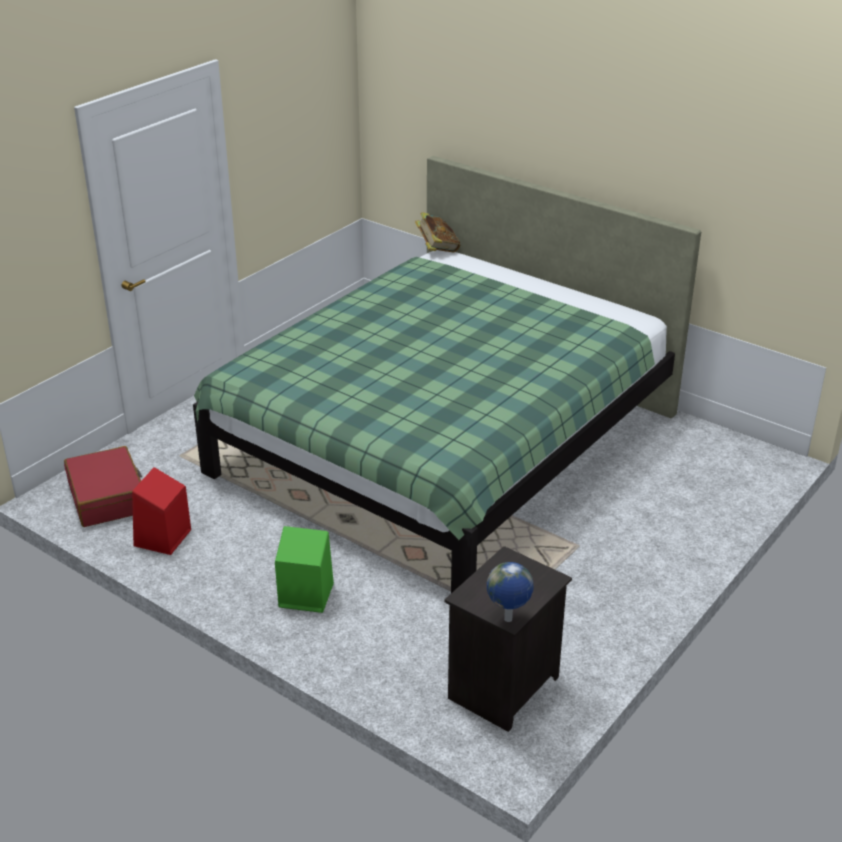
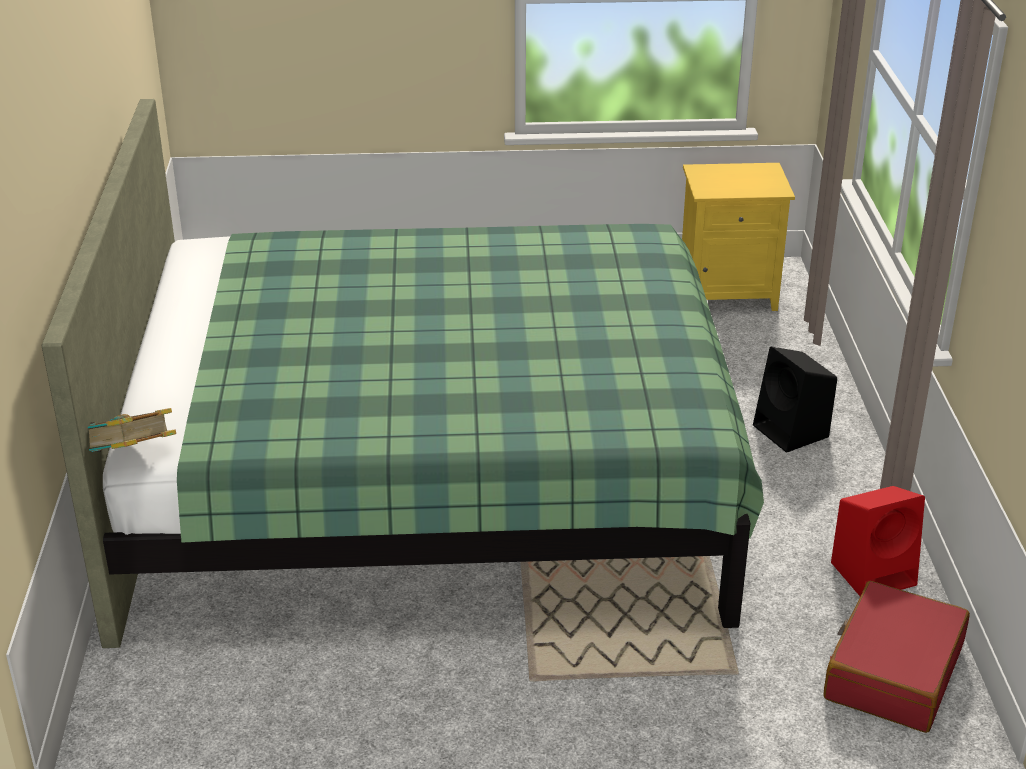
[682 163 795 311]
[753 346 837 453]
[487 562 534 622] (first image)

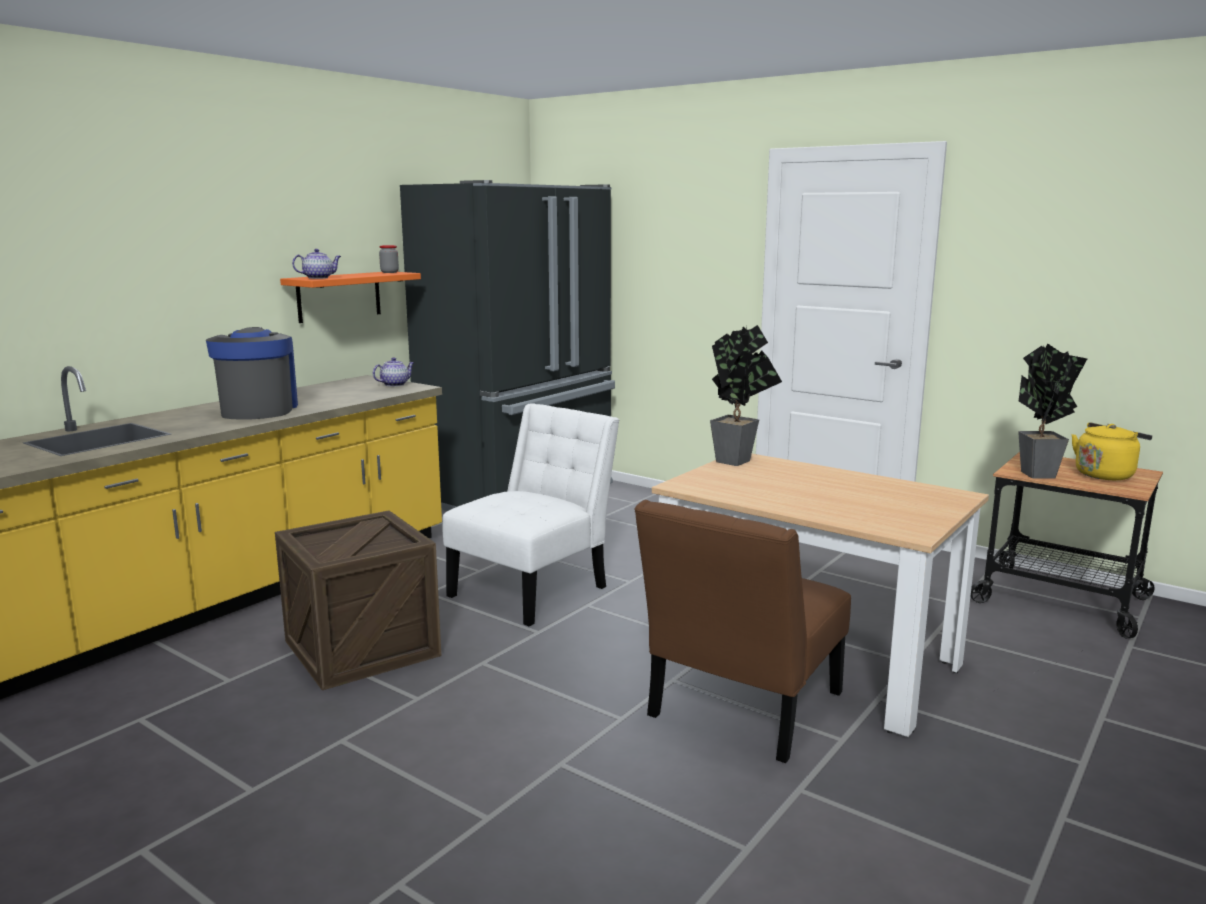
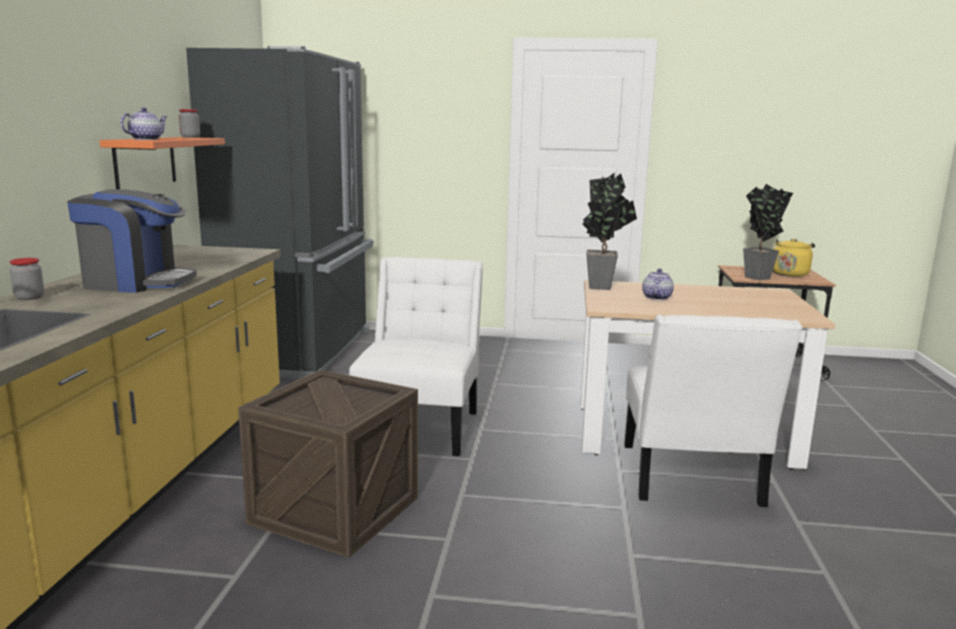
[10 258 44 300]
[67 189 197 293]
[624 315 803 507]
[642 269 674 300]

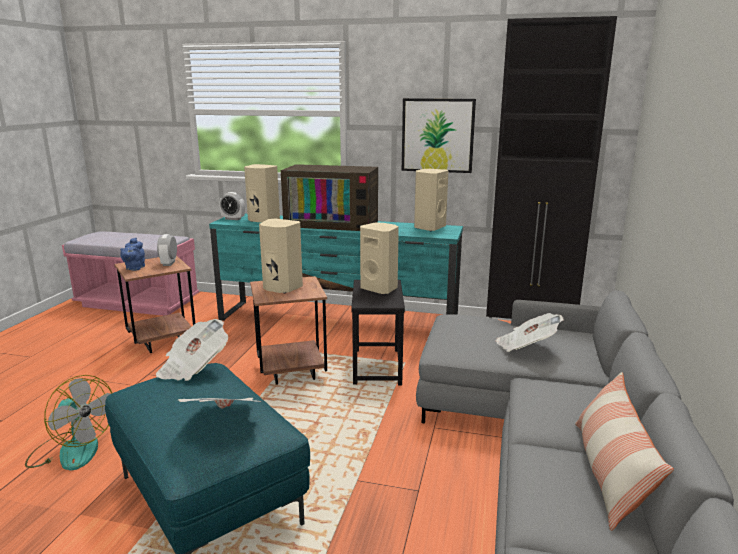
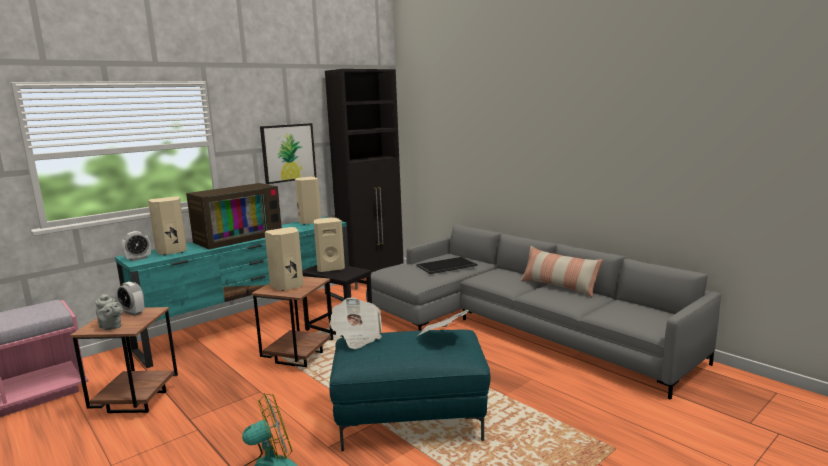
[95 294 123 330]
[417 257 477 274]

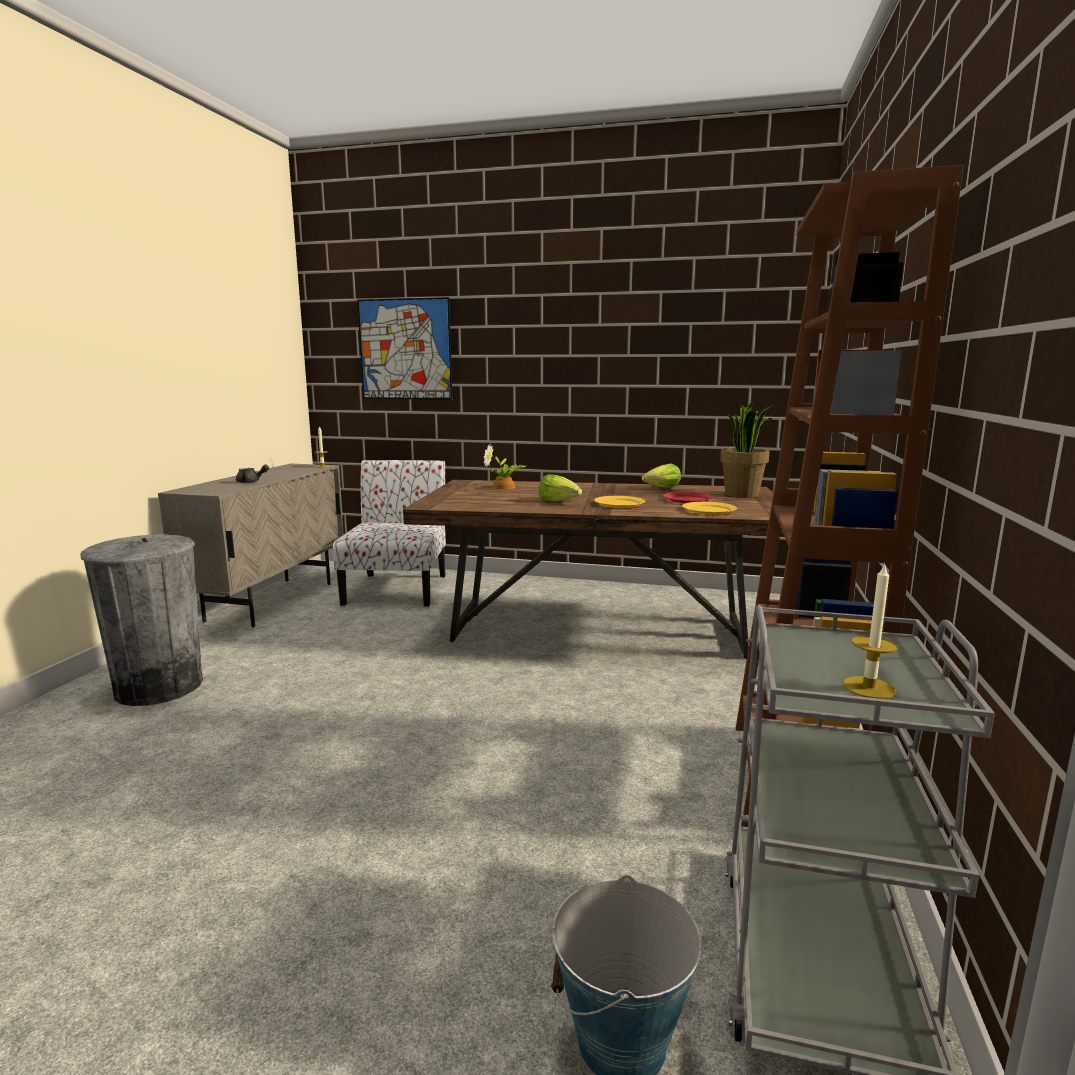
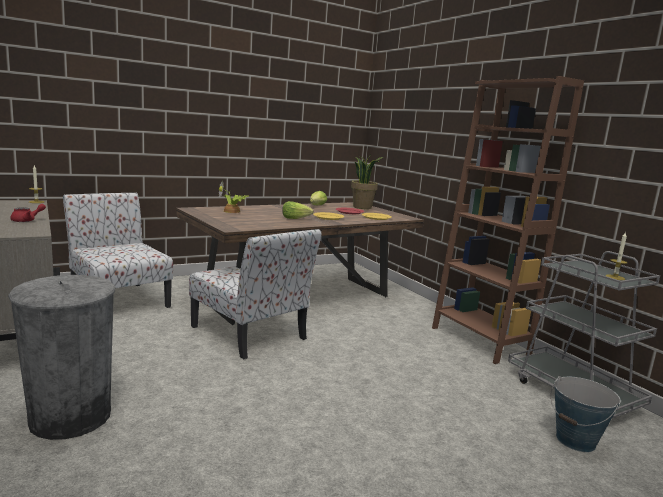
[11 204 46 222]
[189 229 322 359]
[357 297 452 400] (first image)

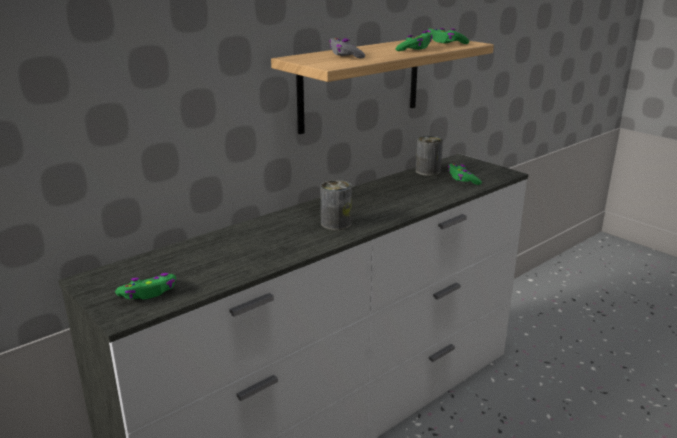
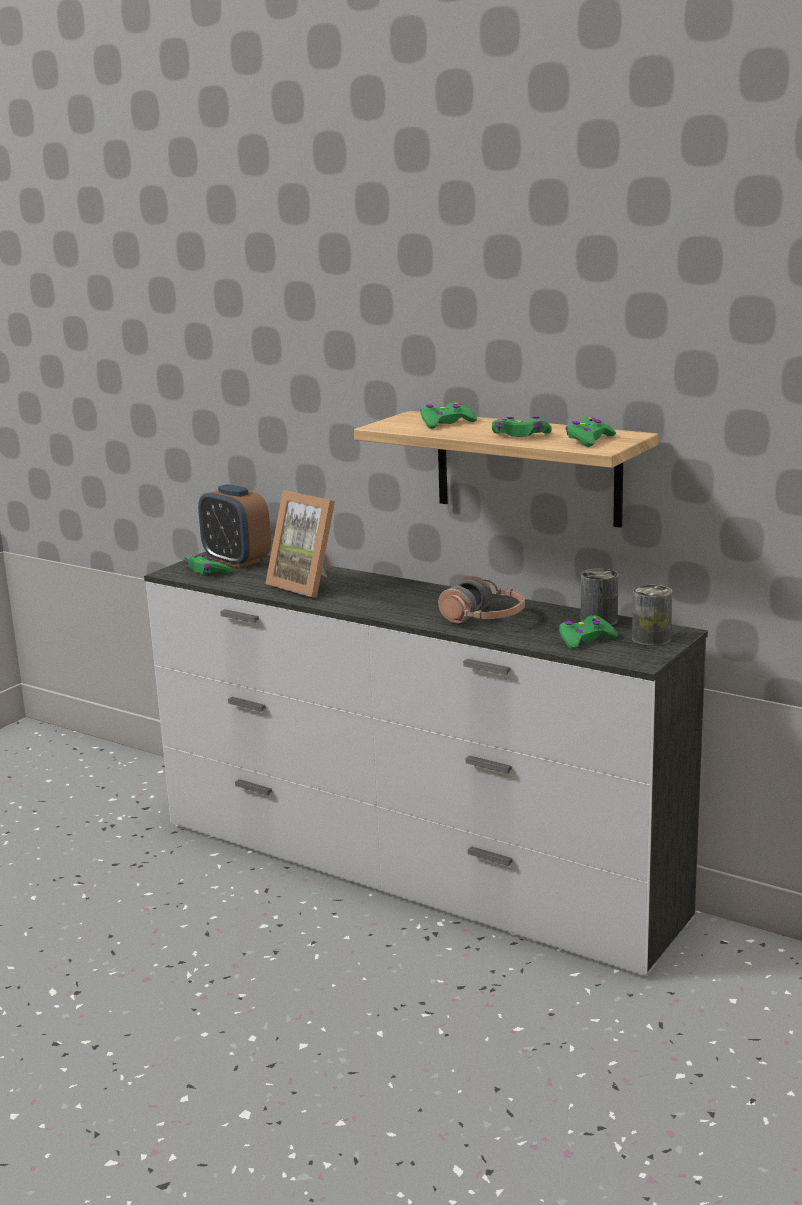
[198 484 271 568]
[265 490 335 598]
[420 402 477 429]
[438 576 525 624]
[632 585 672 646]

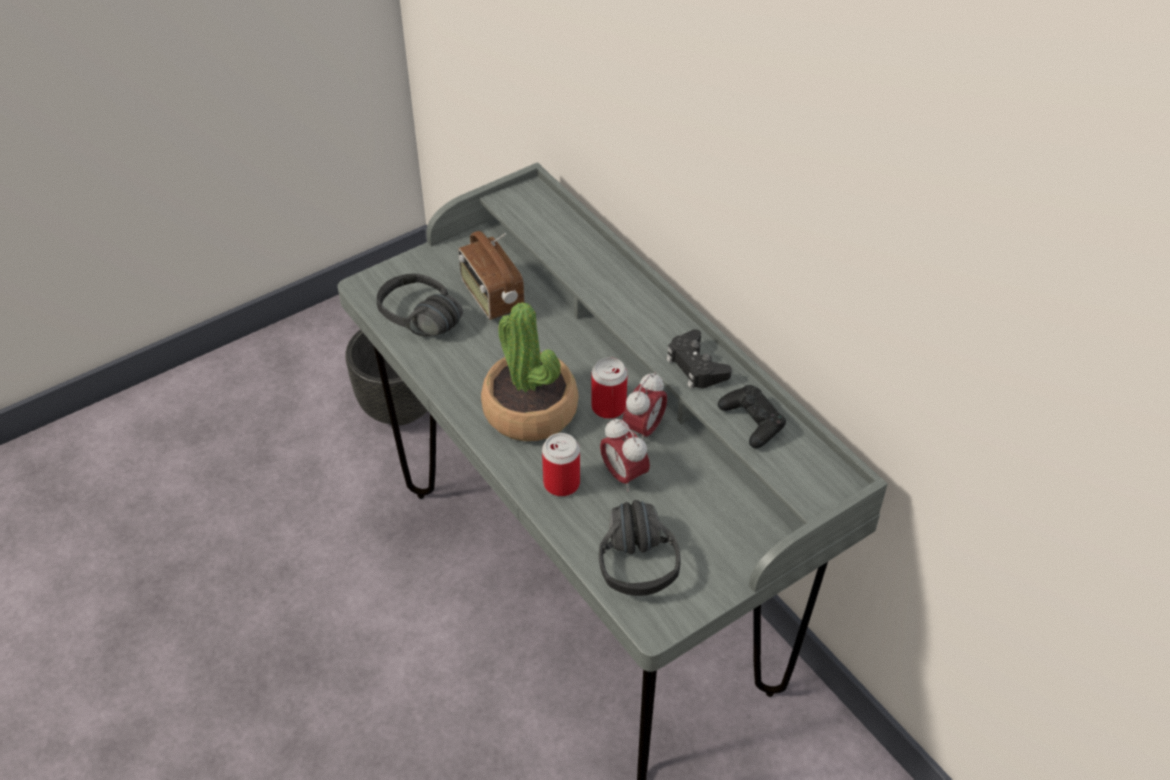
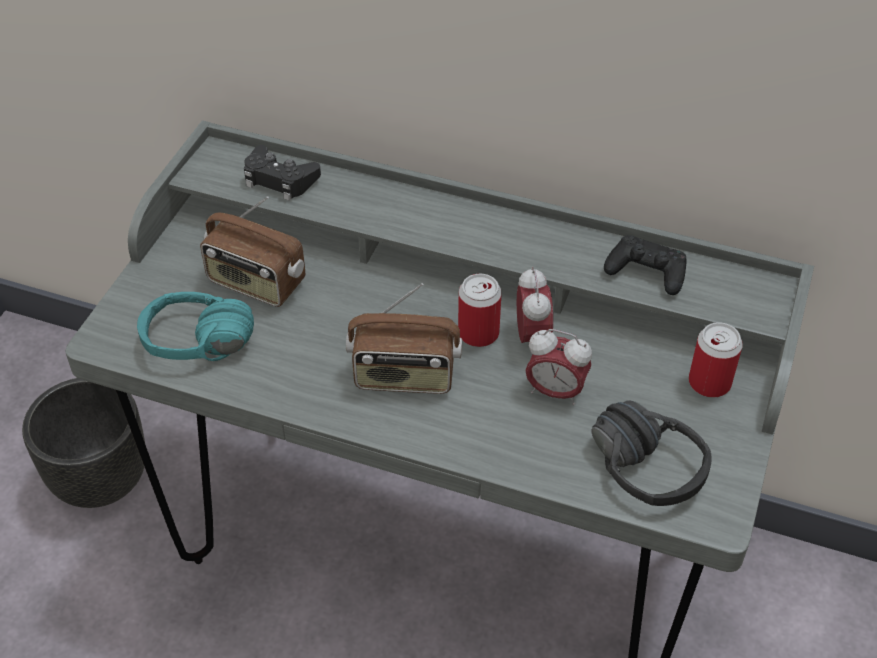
[137 292 254 361]
[244 145 321 201]
[346 283 462 394]
[689 322 743 398]

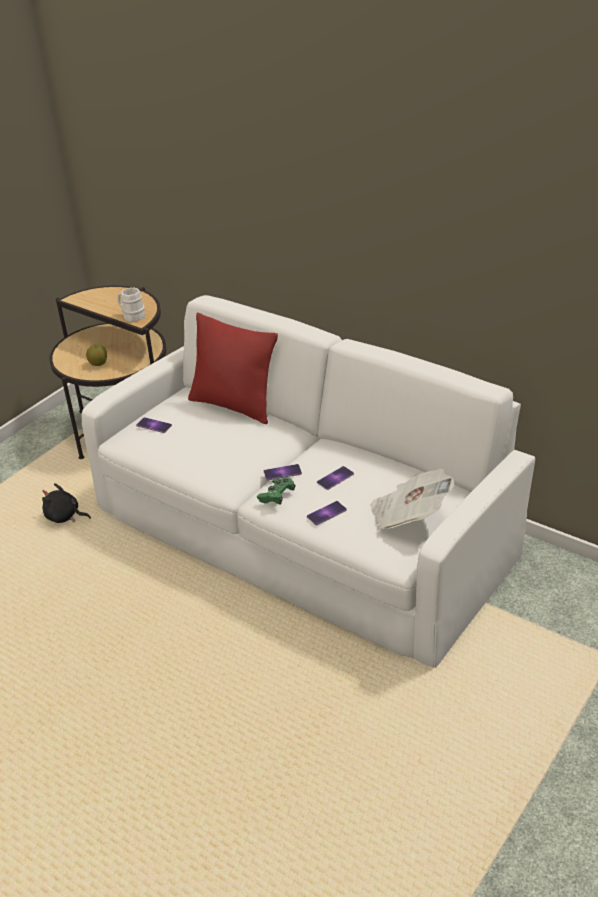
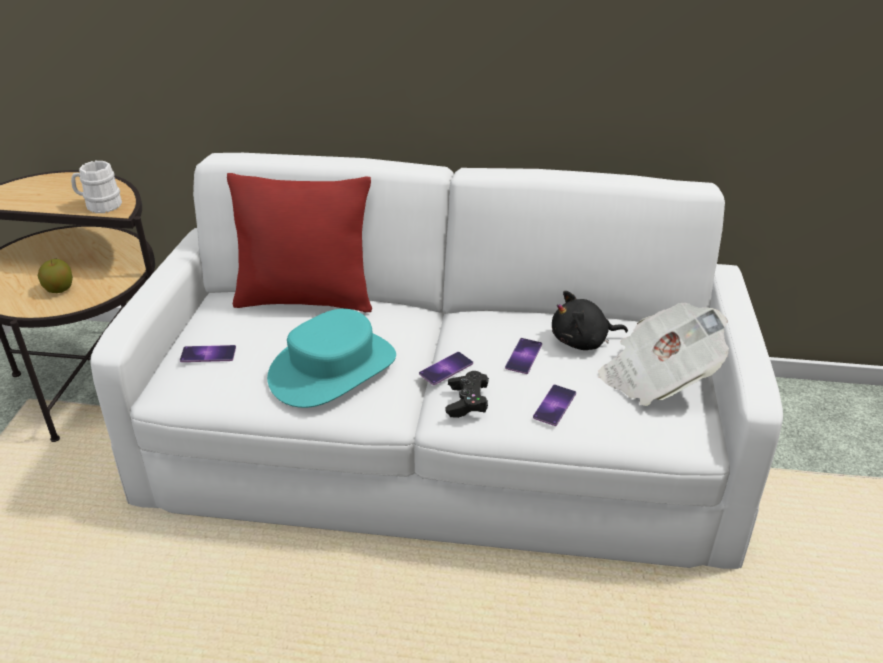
[267 309 396 408]
[446 371 489 418]
[552 291 628 350]

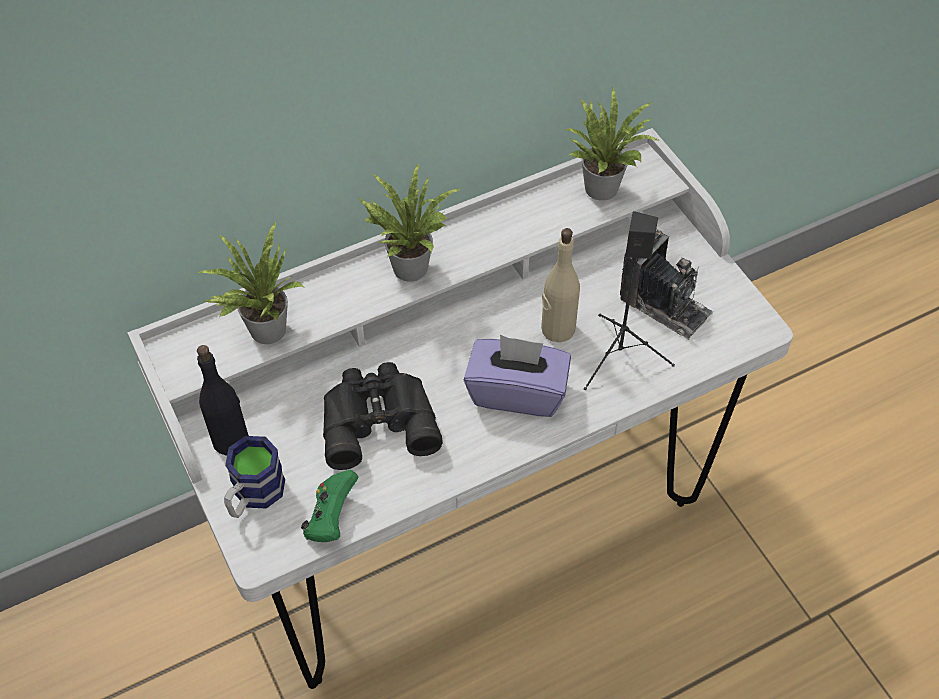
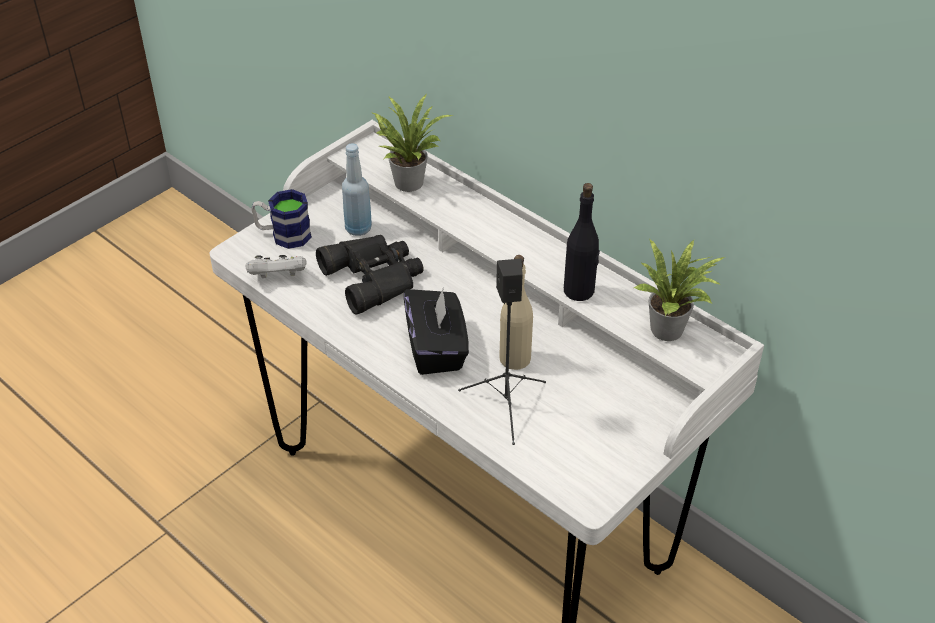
[245 255 307 278]
[342 143 372 236]
[404 287 469 375]
[564 183 600 301]
[358 162 462 282] (first image)
[620 228 713 340] (first image)

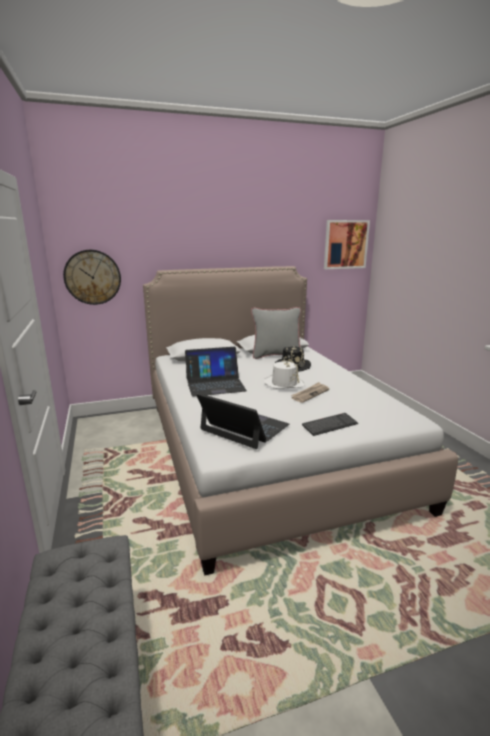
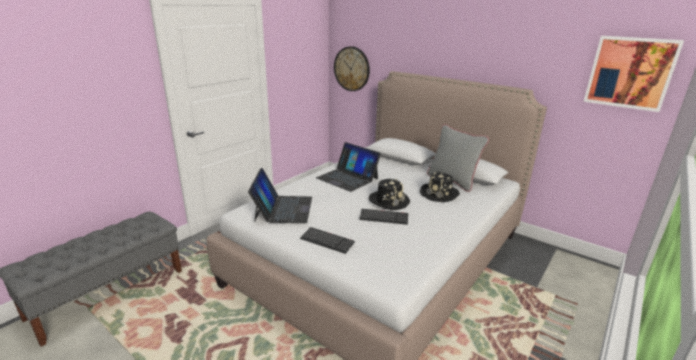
[359 209 408 225]
[368 179 410 210]

